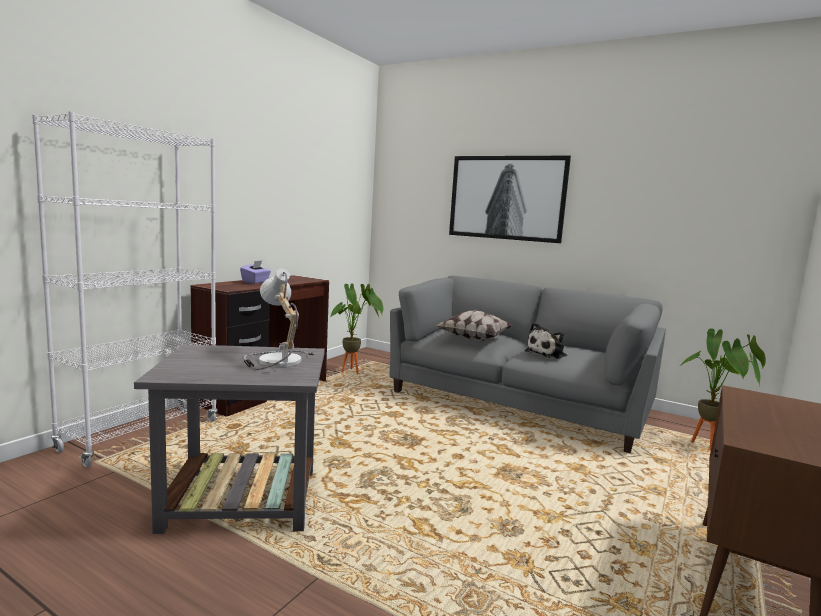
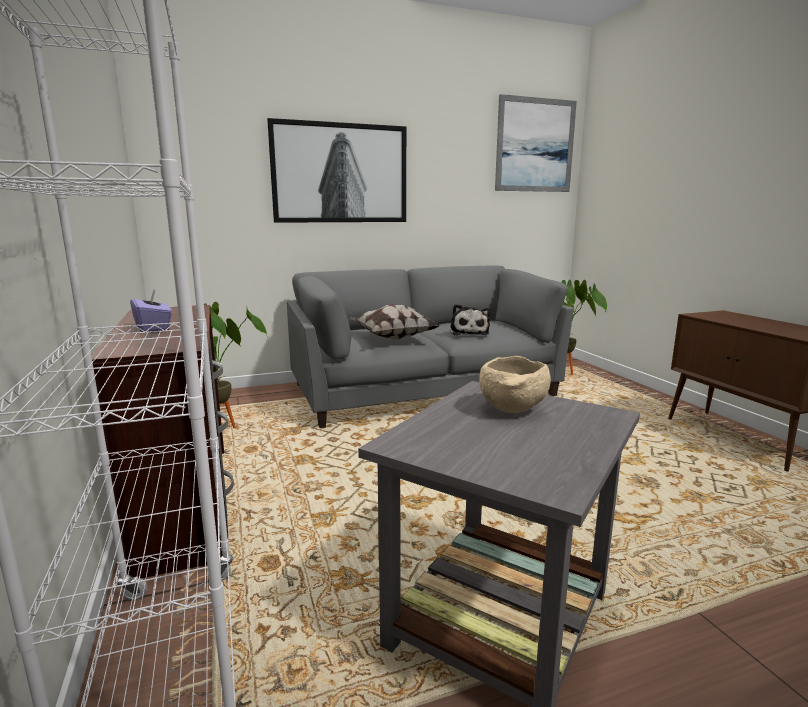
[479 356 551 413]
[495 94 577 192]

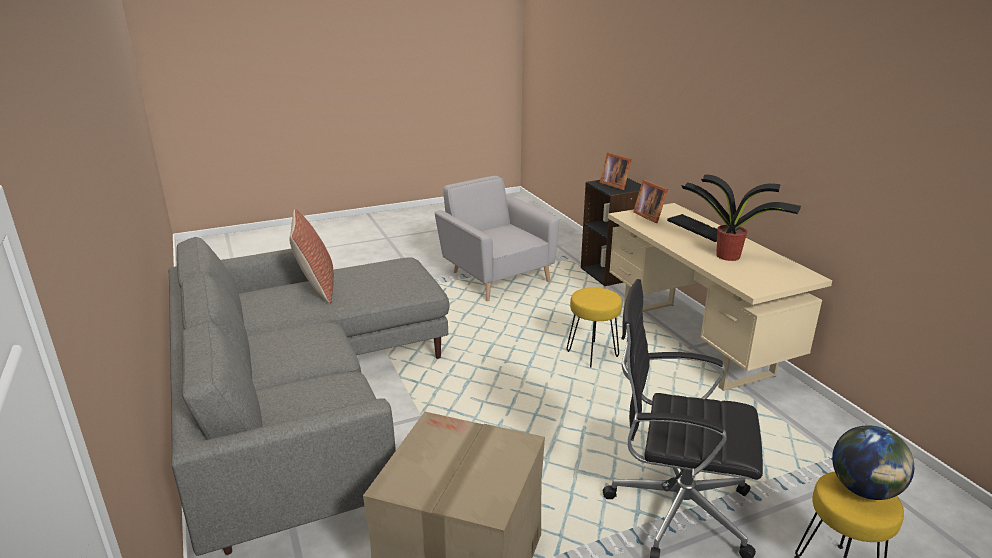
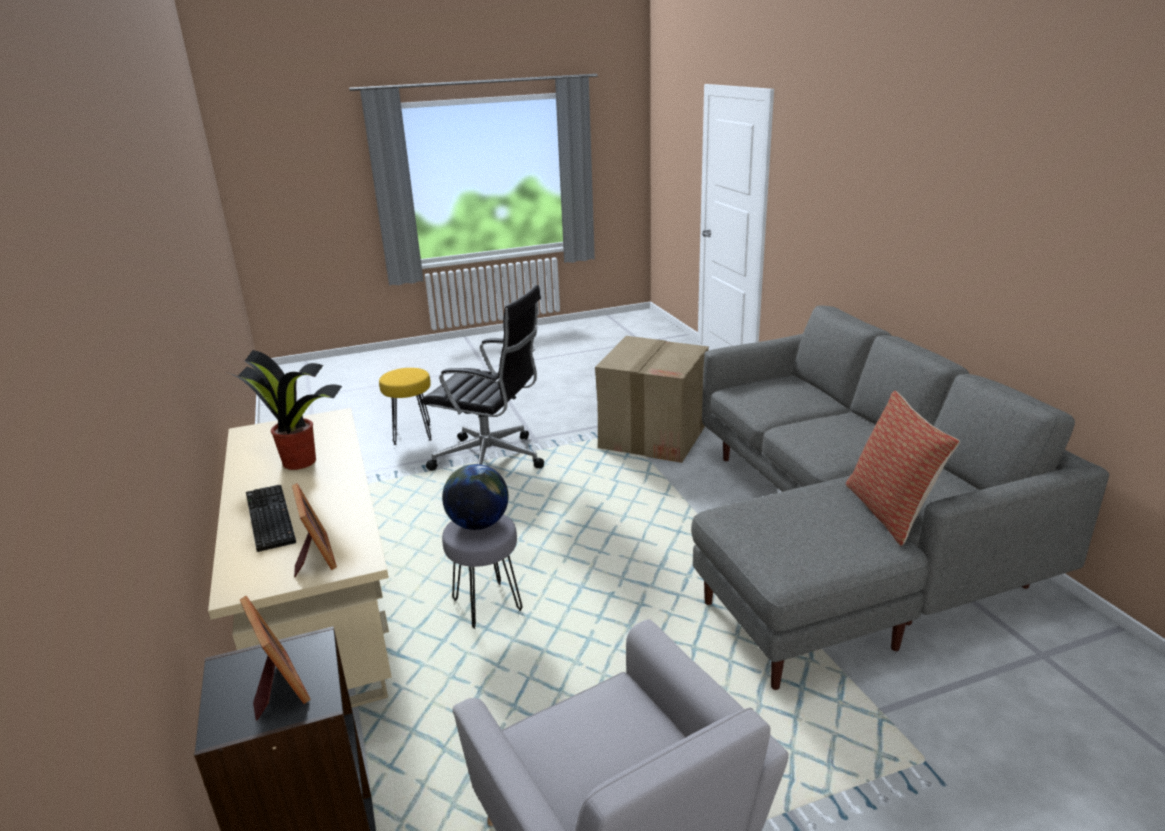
[442 464 509 530]
[442 514 523 629]

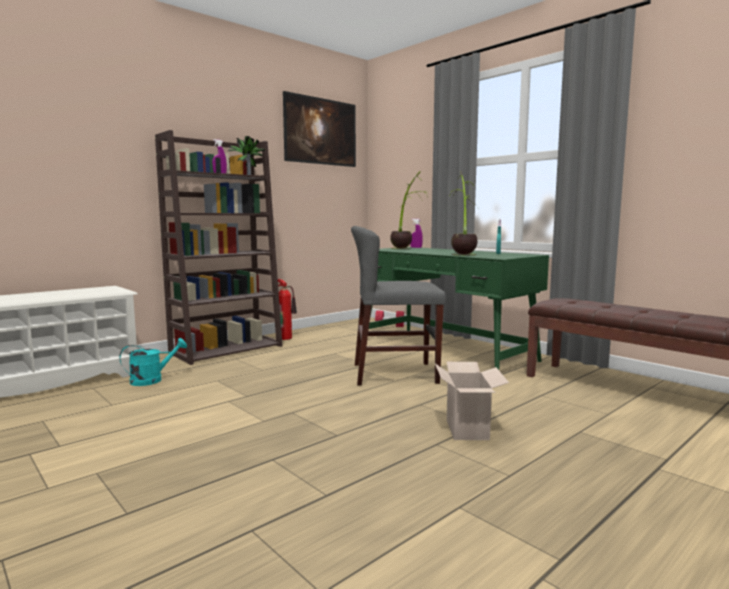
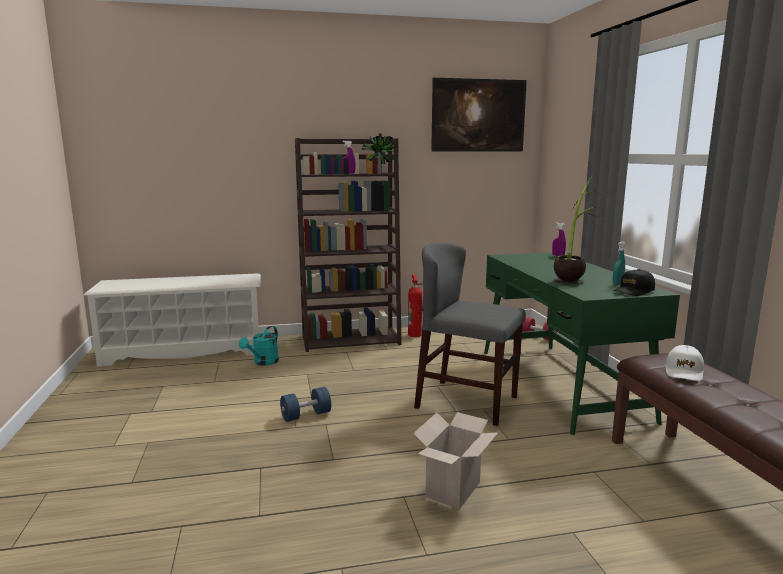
[239 326 279 365]
[280 387 331 422]
[613 269 655 296]
[666 345 704 381]
[390 171 428 249] (first image)

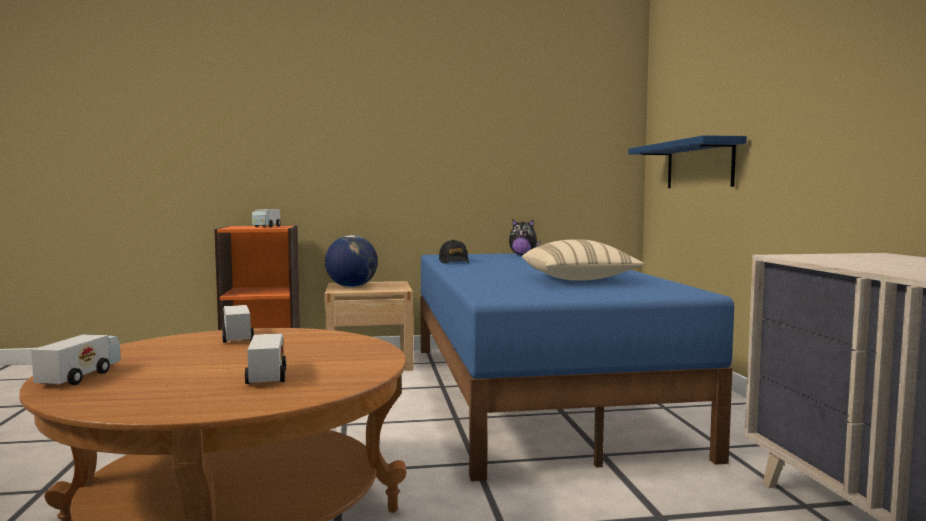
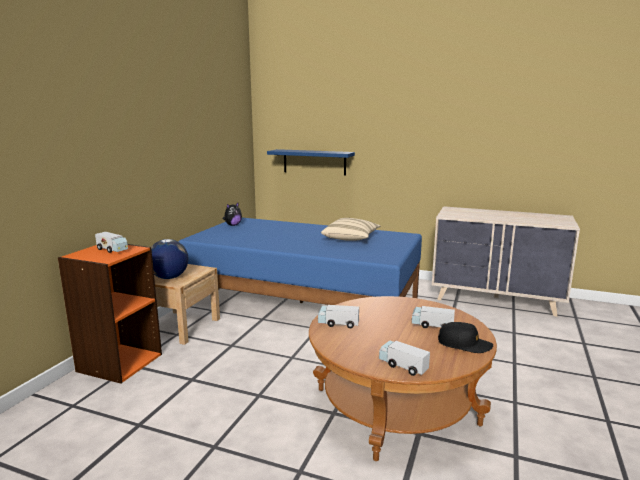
[438 322 493 353]

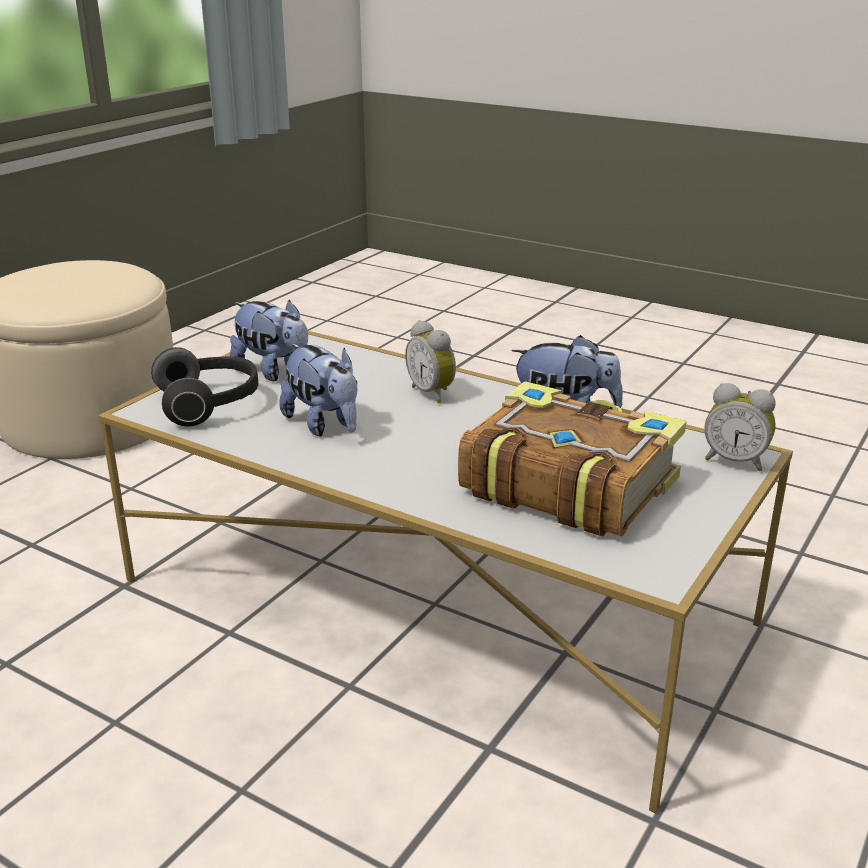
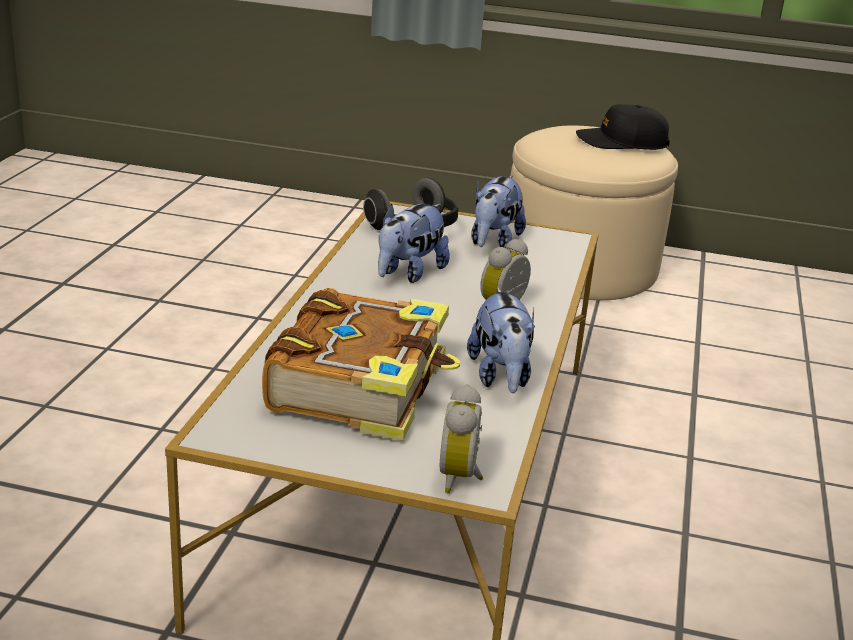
[576 104 670 150]

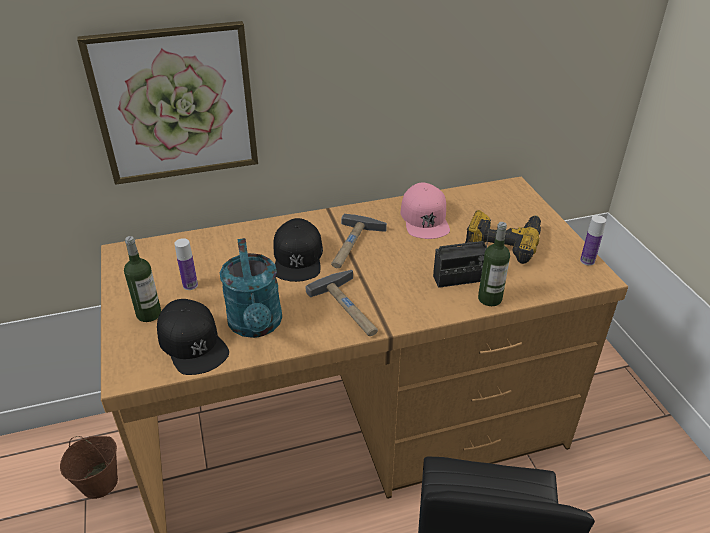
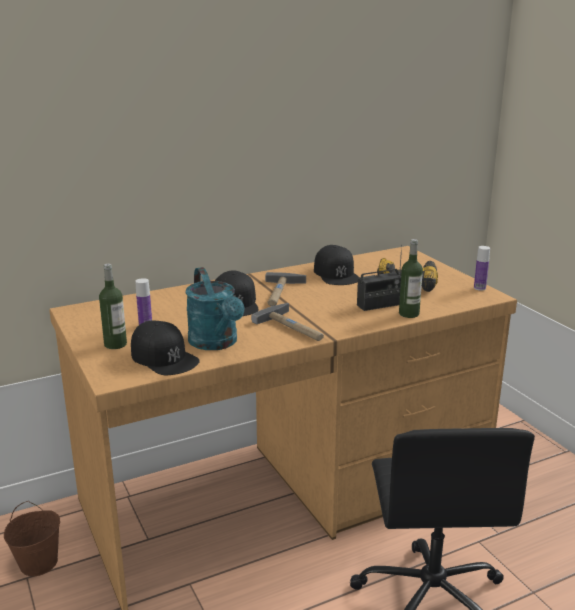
[314 245 359 285]
[77 21 258 185] (first image)

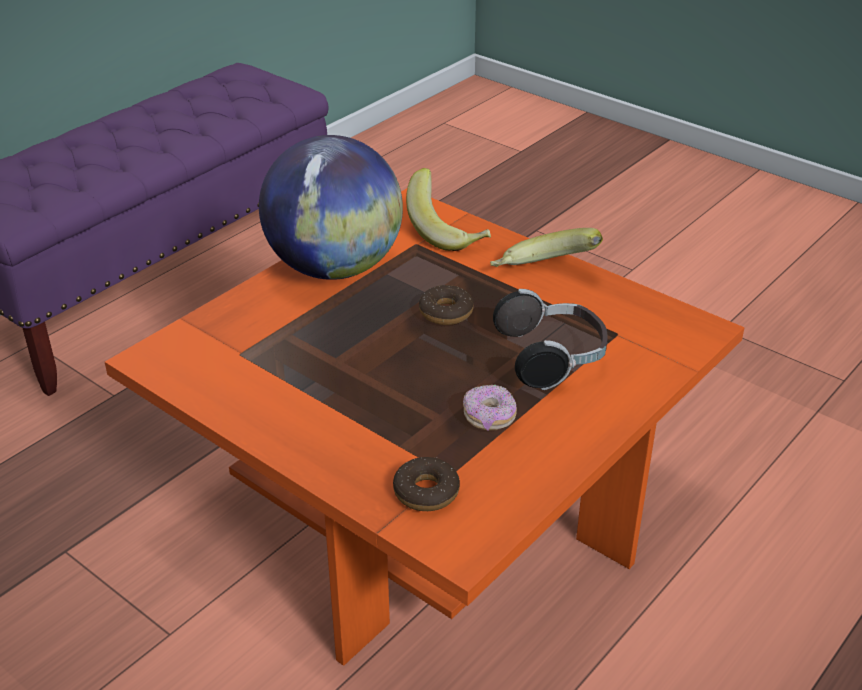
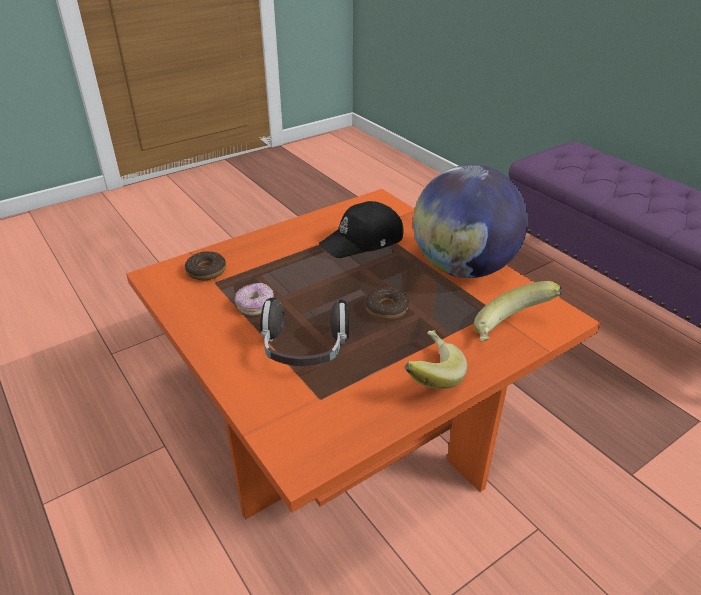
[318 201 404 258]

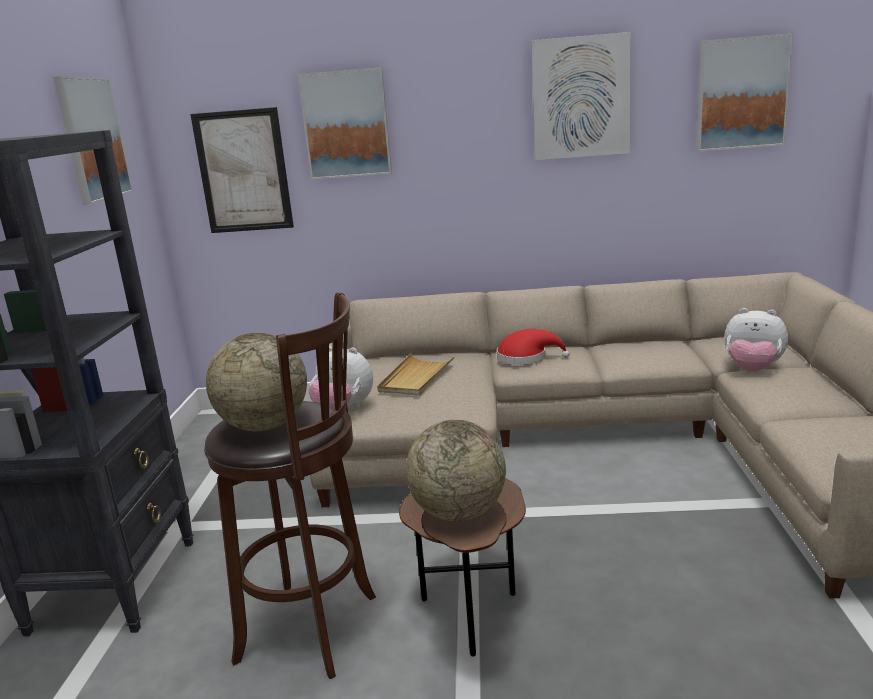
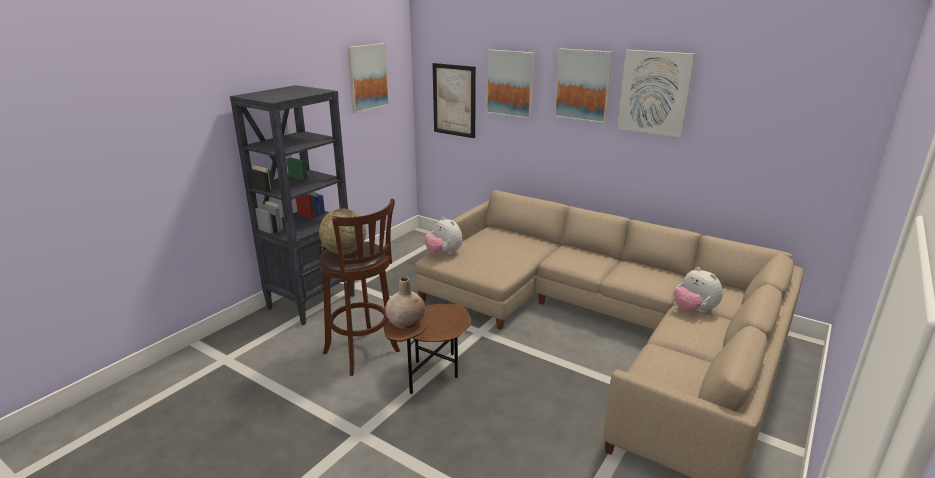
[385 277 425 329]
[554 48 613 123]
[377 353 455 396] (first image)
[497 329 570 365] (first image)

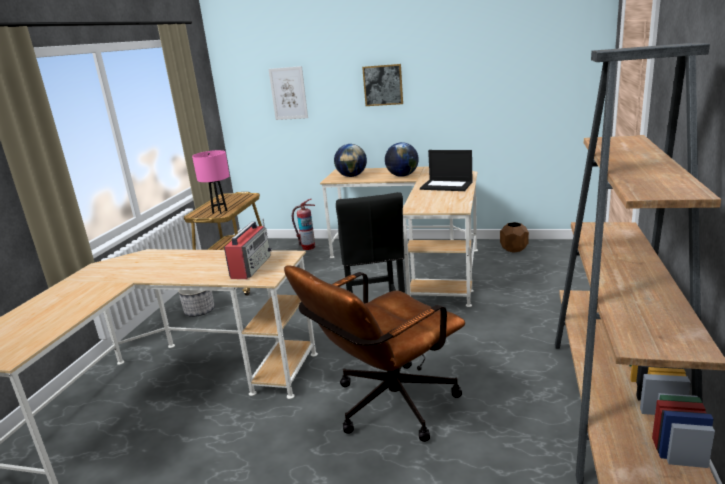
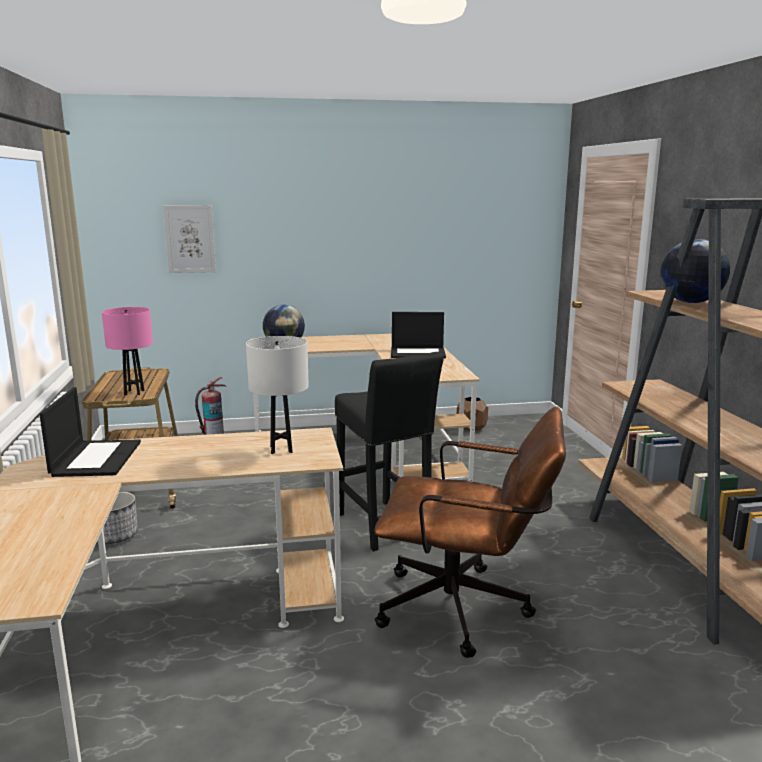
[39 387 141 477]
[246 336 309 454]
[374 407 566 658]
[661 239 730 303]
[362 64 403 106] (first image)

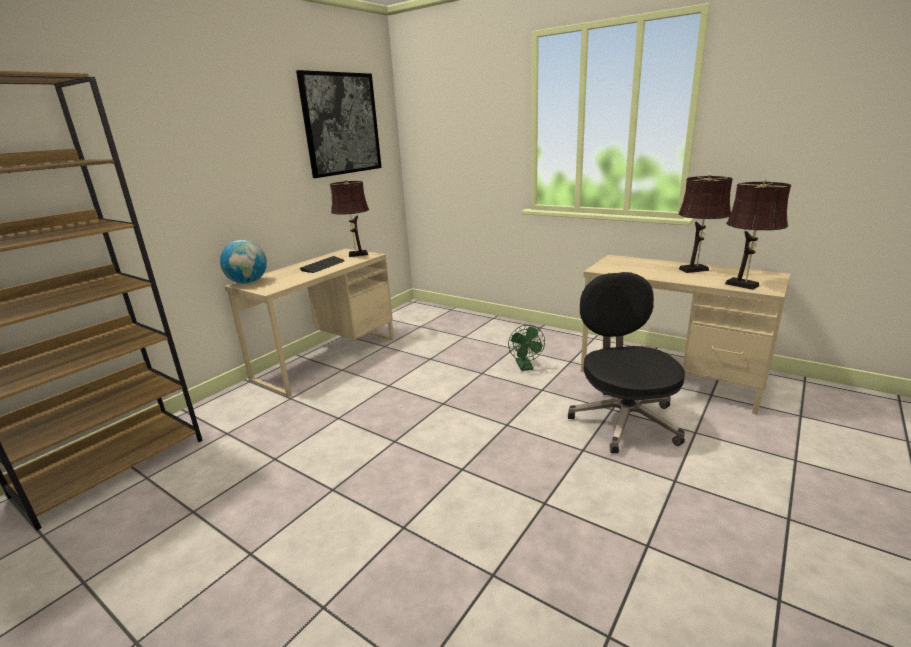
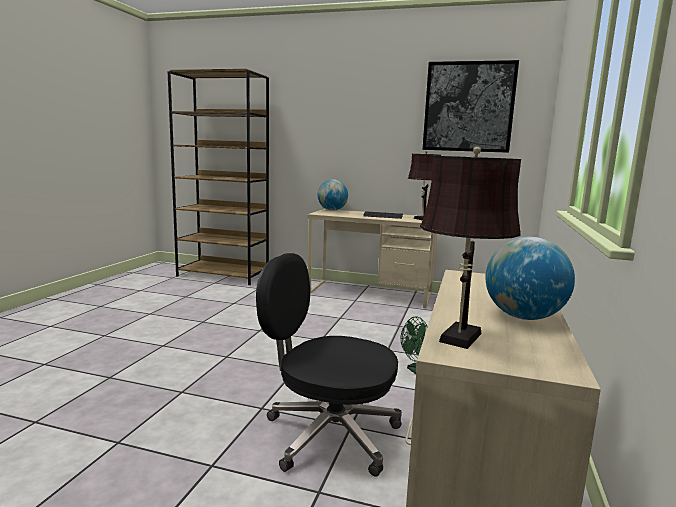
[256 253 402 477]
[485 237 575 320]

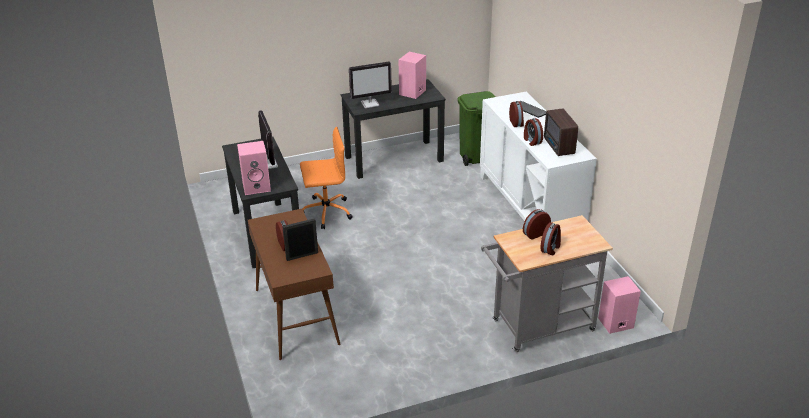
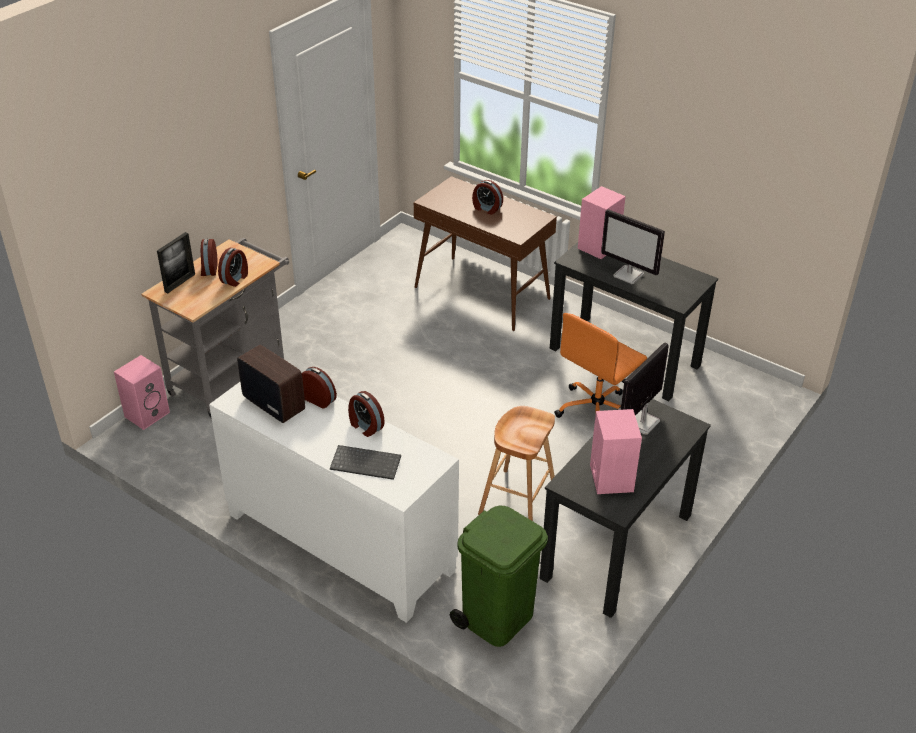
[157 232 195 294]
[478 406 555 521]

